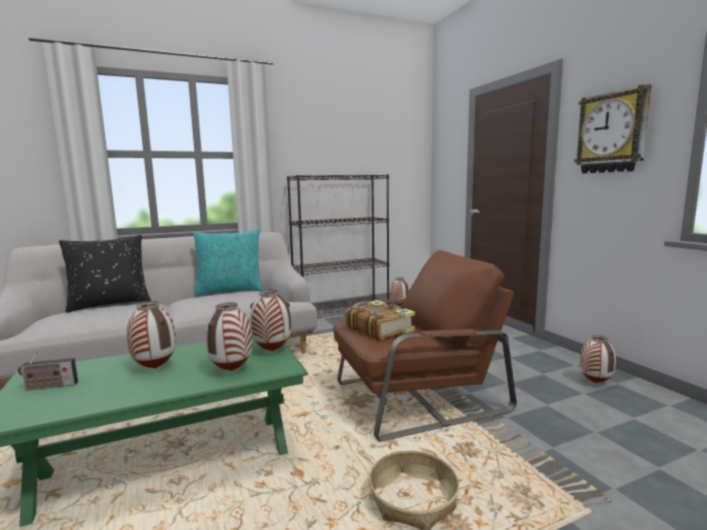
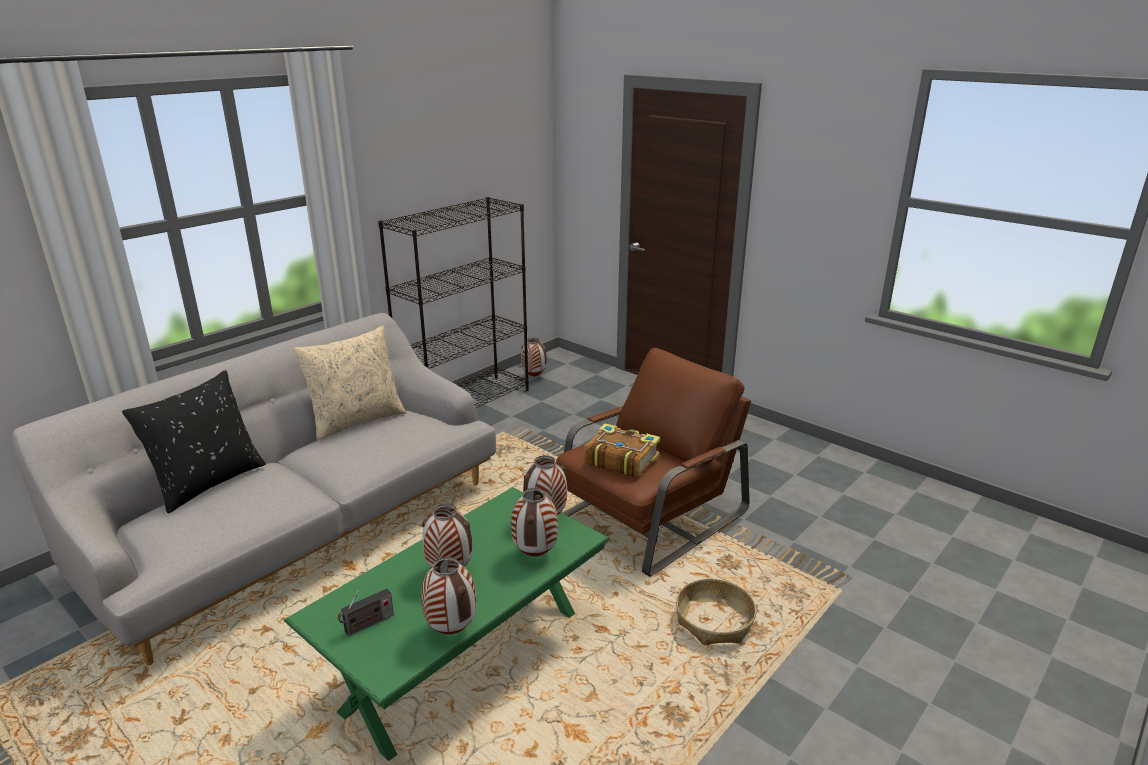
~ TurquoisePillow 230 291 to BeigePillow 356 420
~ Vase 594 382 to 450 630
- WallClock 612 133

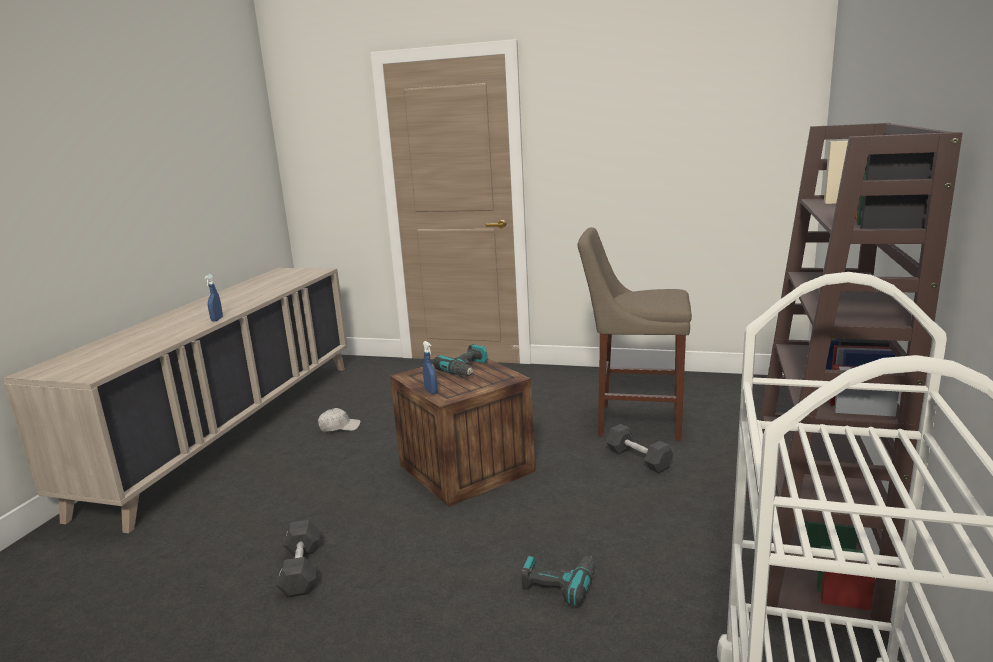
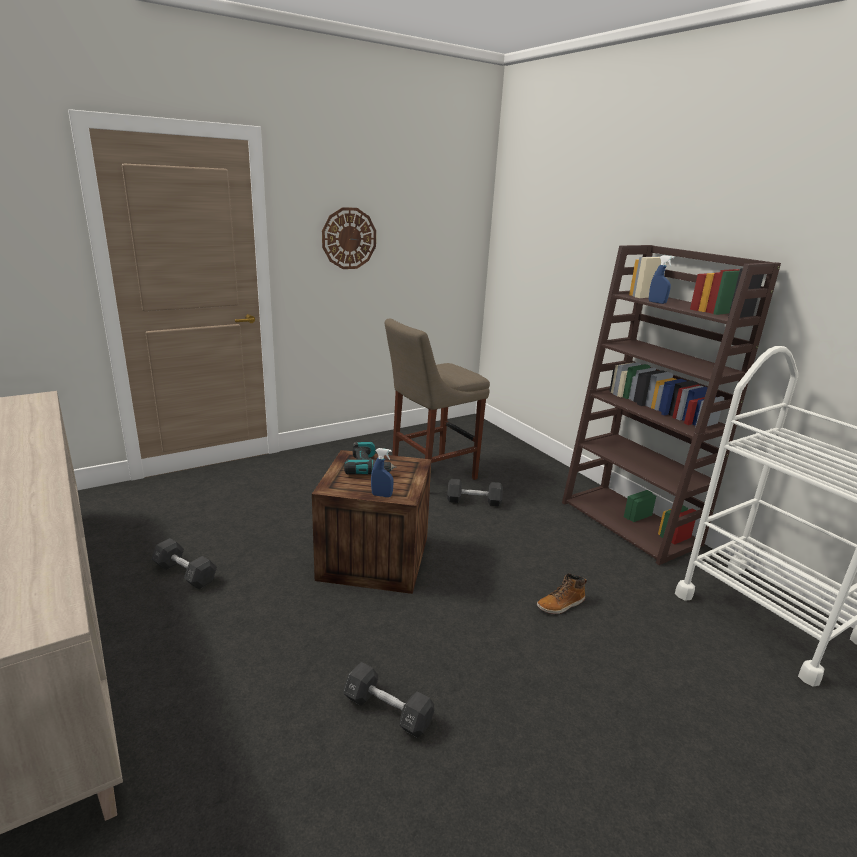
~ WhiteCap 339 427 to GreyDumbbell 185 573
+ WallClock 349 238
~ PowerDrill 559 583 to Boot 561 604
~ BlueSprayBottle 217 319 to 657 302

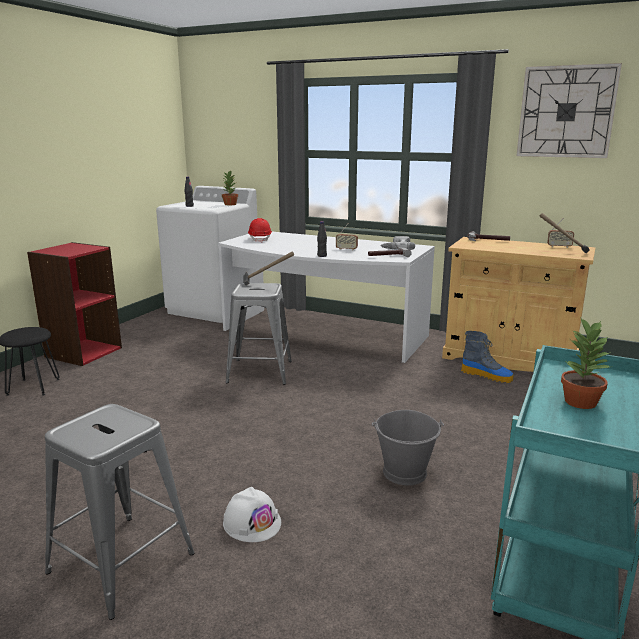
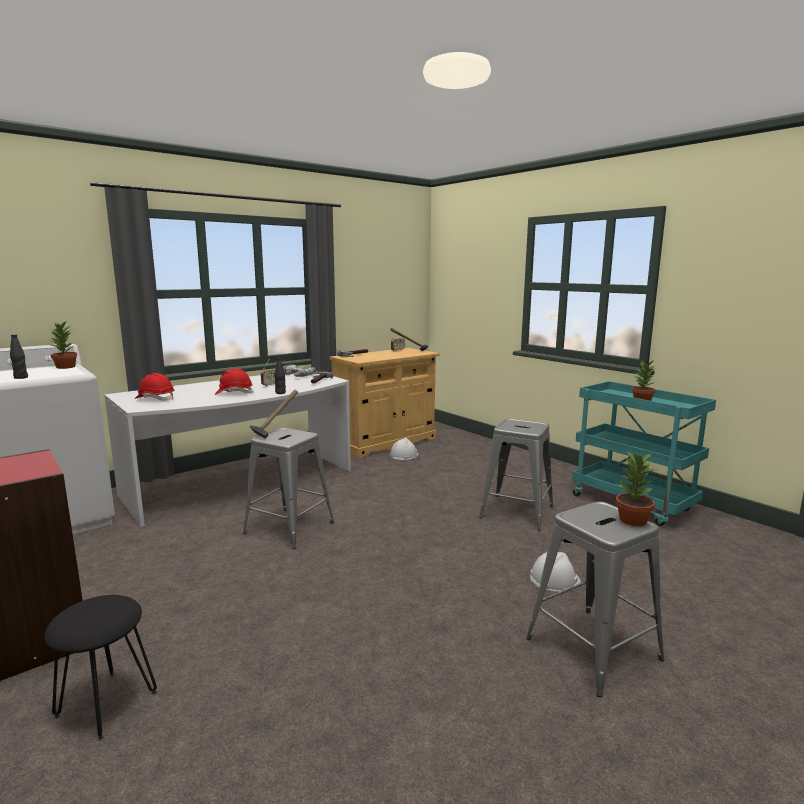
+ RedHardHat 234 393
~ Boot 487 375 to WhiteHardHat 404 455
~ GreyBucket 405 473 to GreyStool 516 512
+ PottedPlant 632 520
- WallClock 566 112

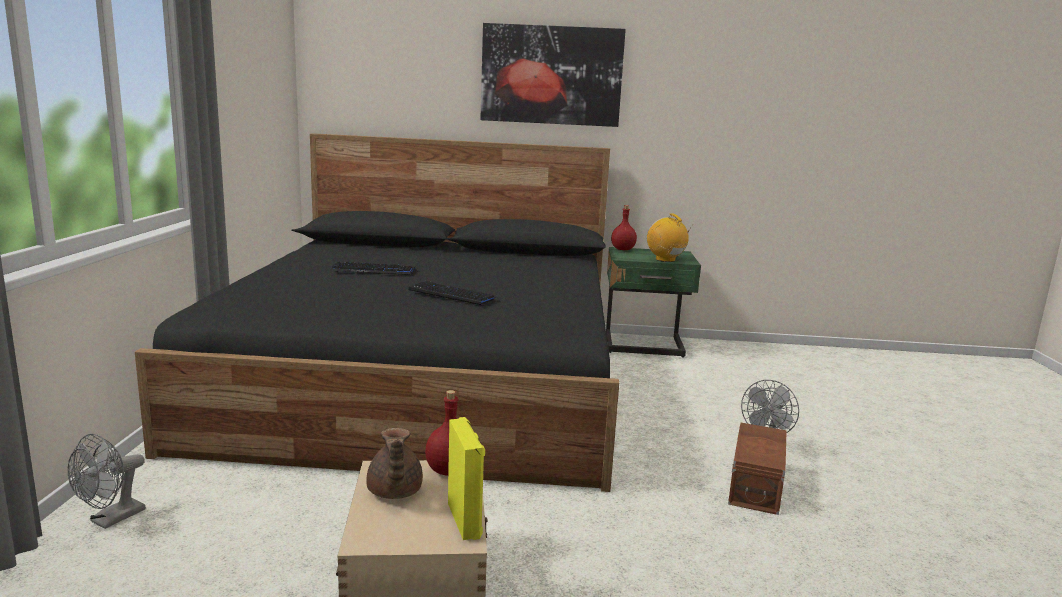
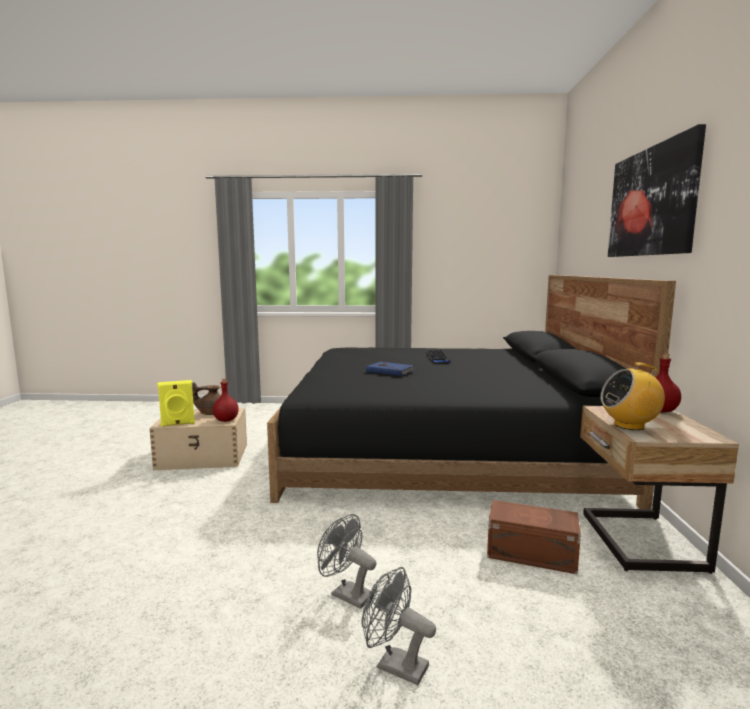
~ GreyFan 111 520 to 394 665
~ Keyboard 452 294 to BlueBook 390 370
~ BrownStorageBox 757 486 to 532 554
~ GreenNightstand 644 346 to BeigeNightstand 638 542
~ Radio 665 260 = 629 425 150 degrees counterclockwise

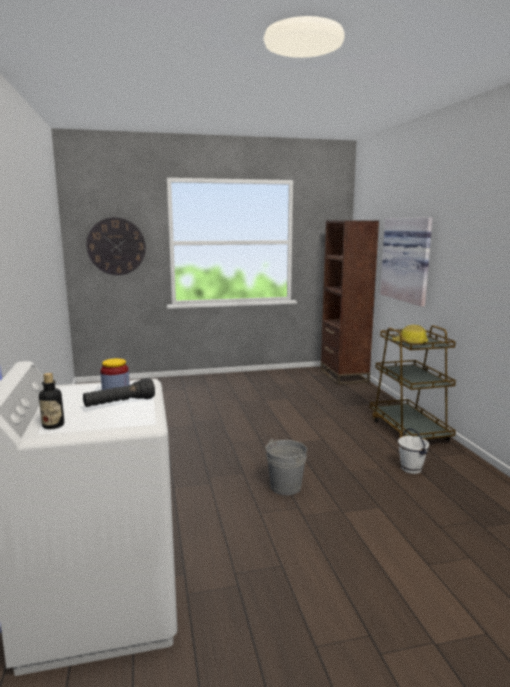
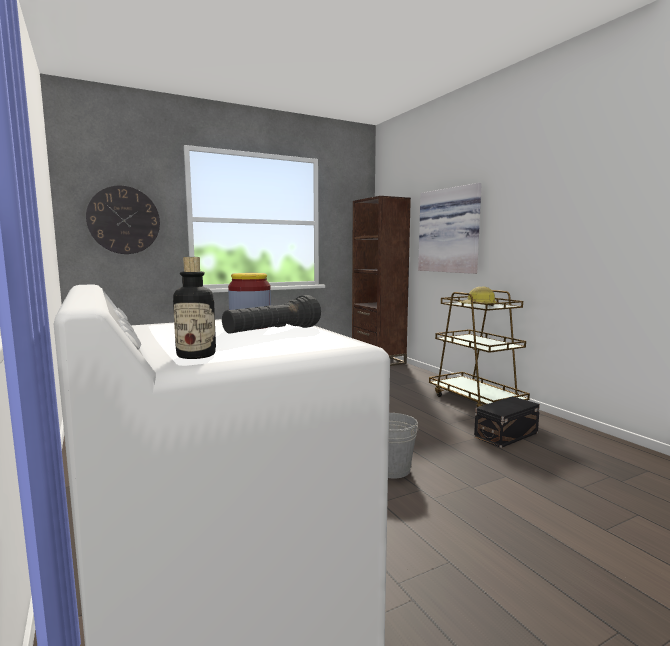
~ WhiteBucket 411 469 to BlackStorageBox 507 435

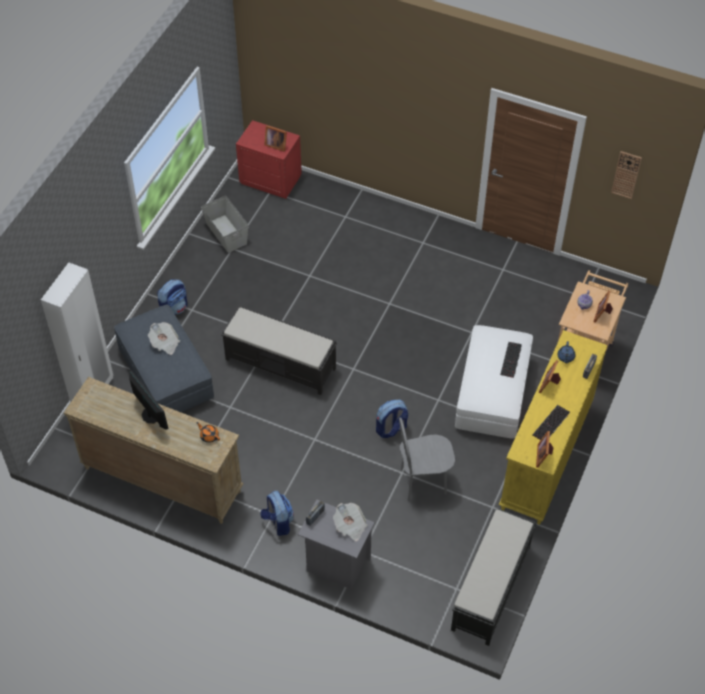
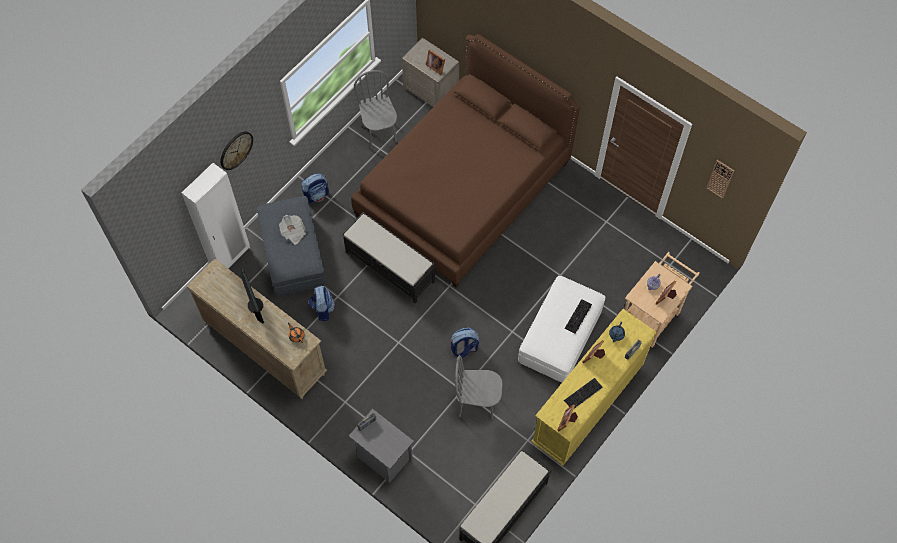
+ WallClock 236 150
~ Backpack 278 522 to 322 309
+ BrownBed 463 188
~ GreyStorageBox 226 233 to GreyChair 379 133
~ RedNightstand 271 180 to BeigeNightstand 431 90
- Newspaper 350 526

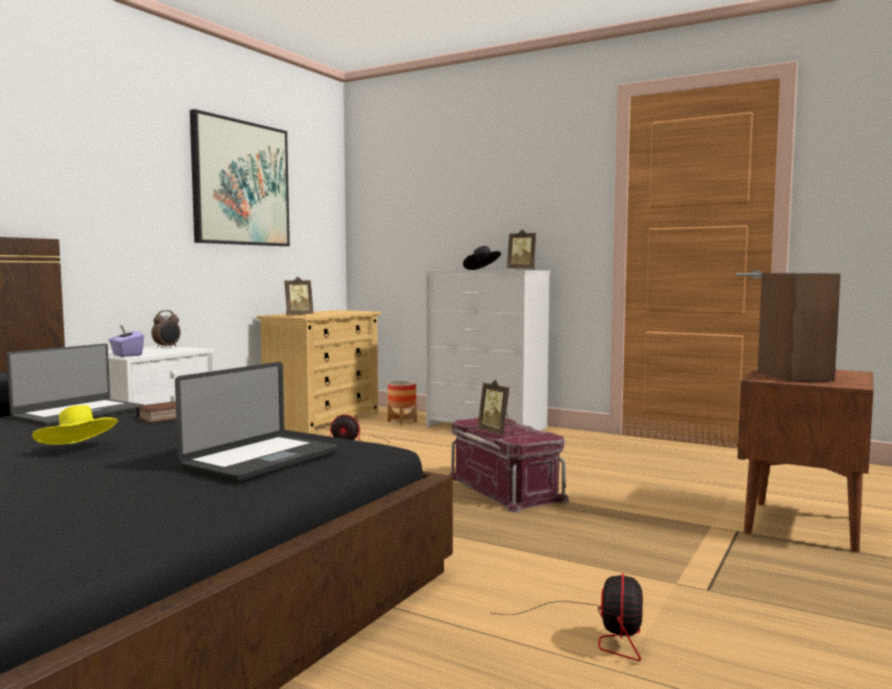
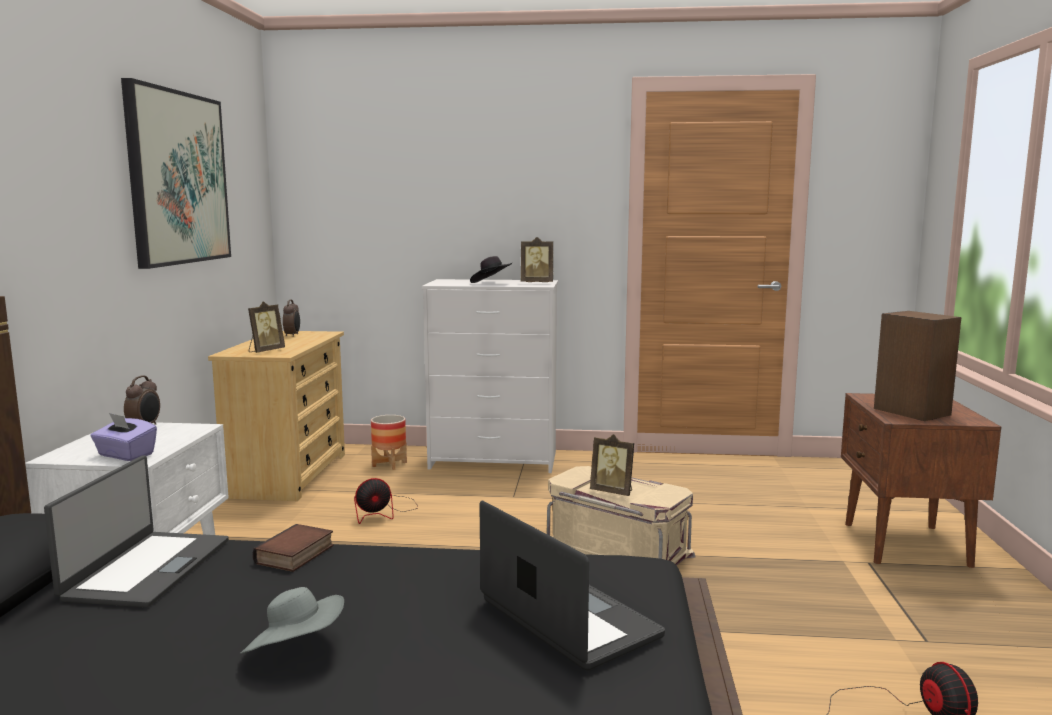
~ YellowHat 78 449 to GreyHat 296 650
+ AlarmClock 292 335
~ Laptop 262 460 = 568 619 45 degrees counterclockwise
~ RedStorageBox 506 489 to BeigeStorageBox 618 548

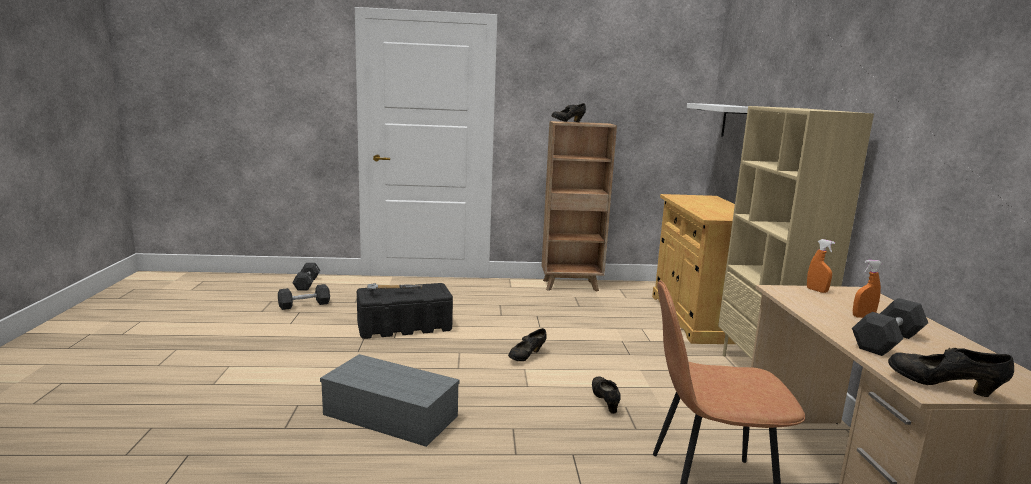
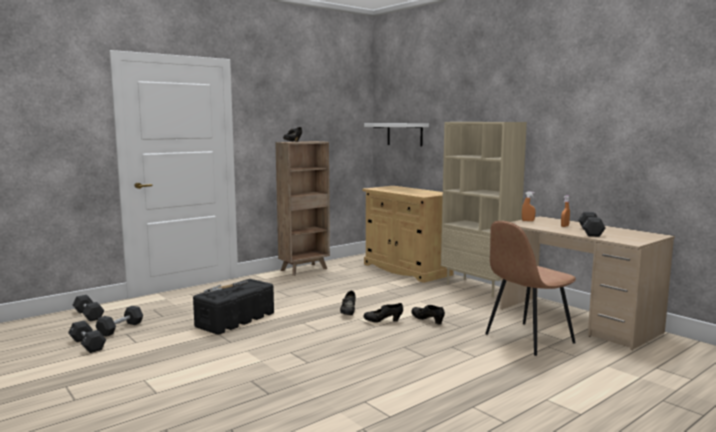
+ BlackDumbbell 87 345
~ BlackShoe 942 387 to 383 321
- GreyStorageBox 393 415

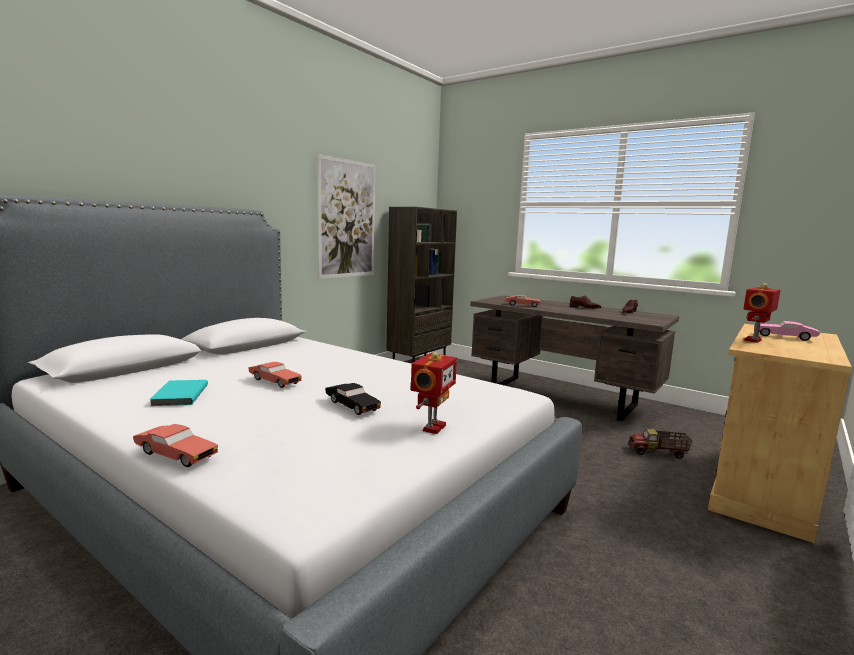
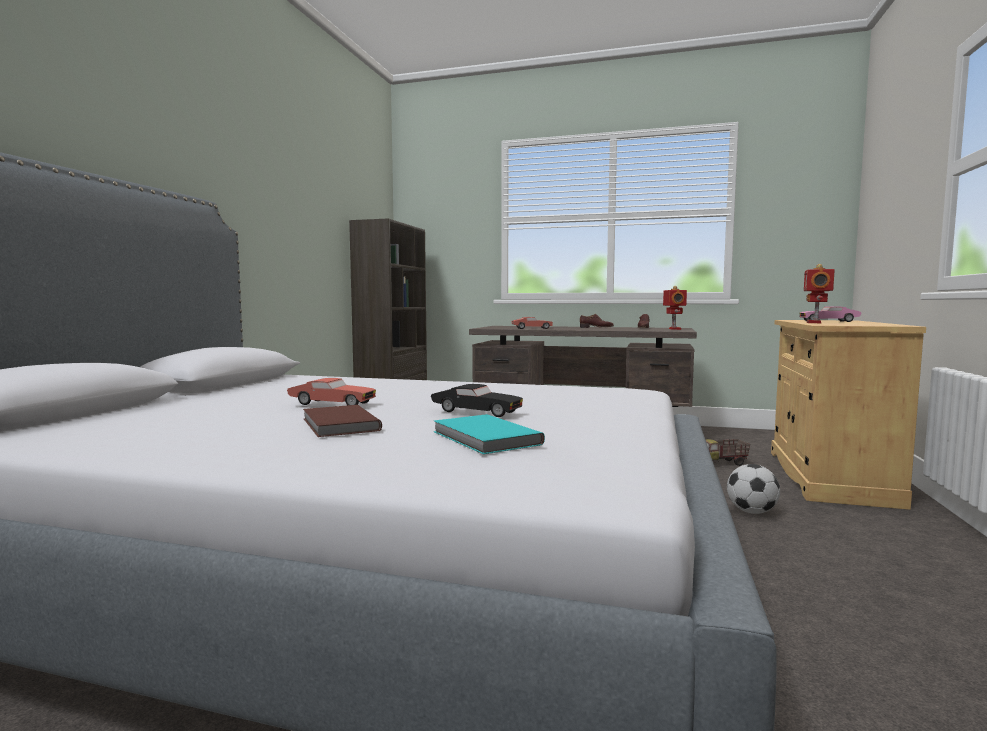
+ BrownBook 338 425
~ TurquoiseBook 178 395 to 484 438
~ ToyRobot 432 427 to 673 329
+ Football 751 512
- RedToyCar 175 455
- Picture 347 219

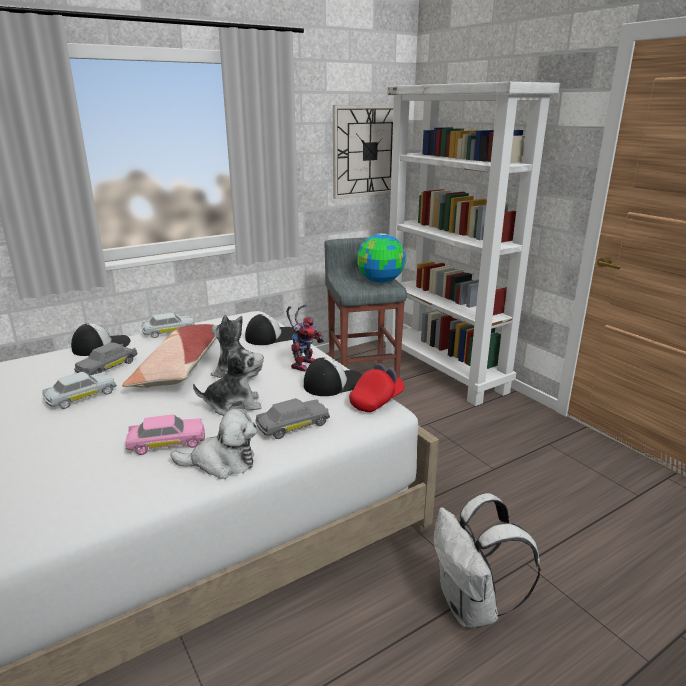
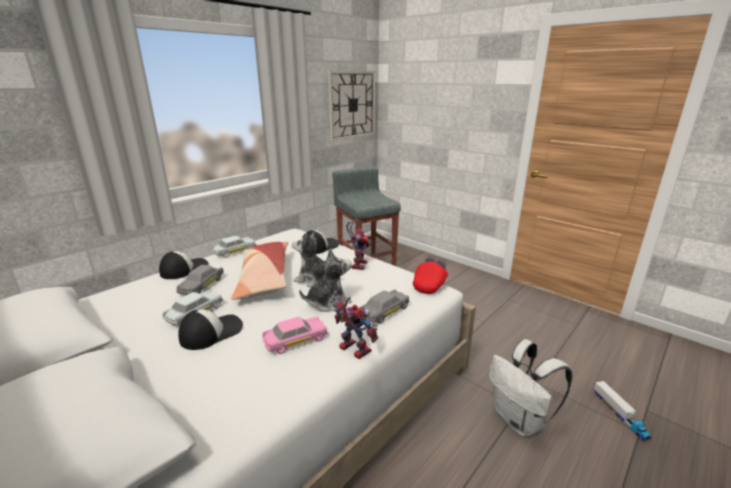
~ Cap 334 383 to 211 332
~ PlushToy 221 463 to ToyRobot 351 349
+ ToyTruck 619 414
- Globe 381 281
- WhiteBookcase 445 372

